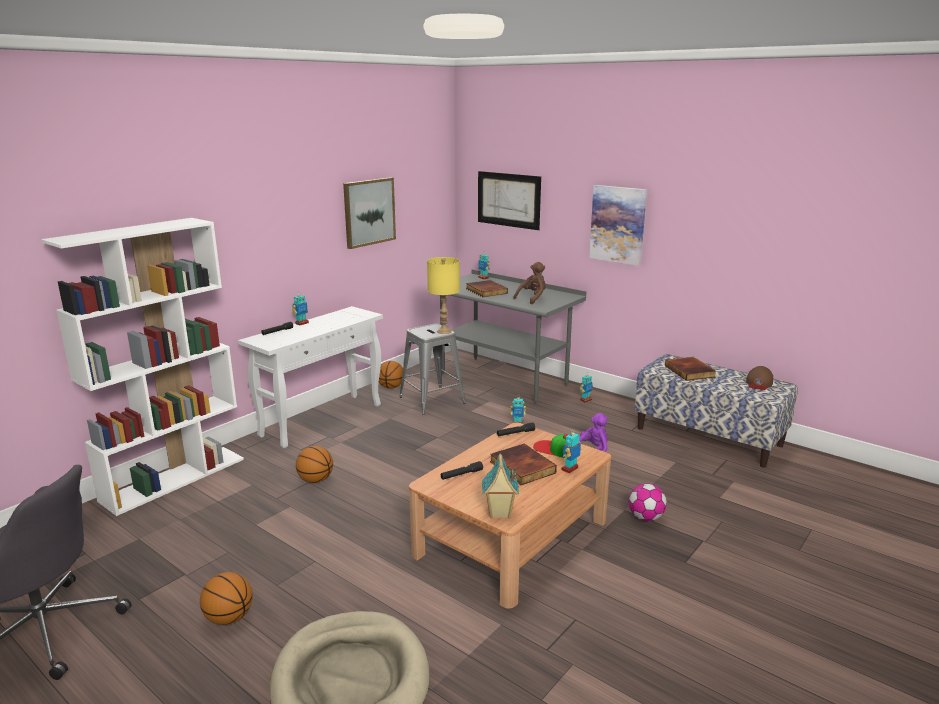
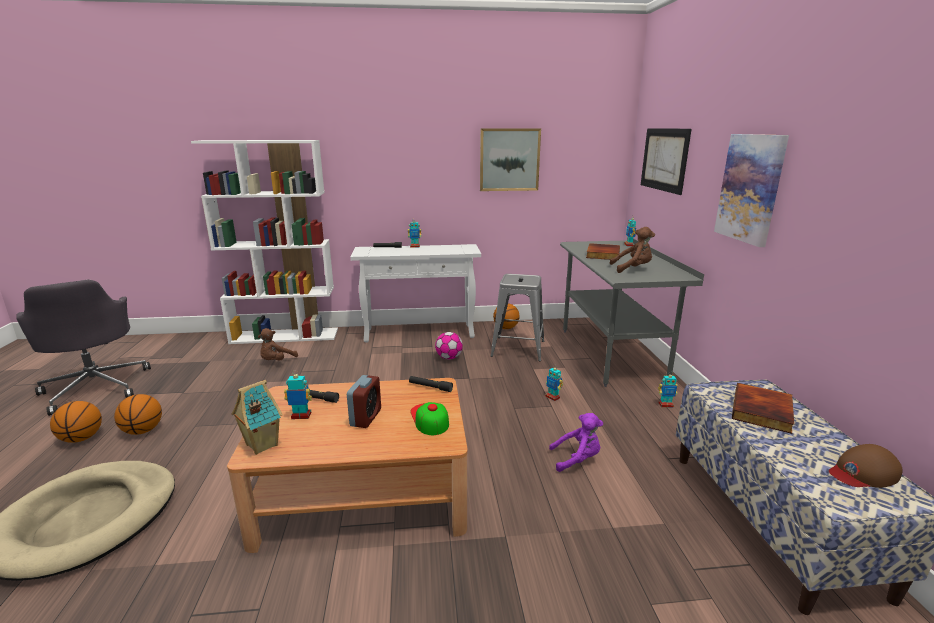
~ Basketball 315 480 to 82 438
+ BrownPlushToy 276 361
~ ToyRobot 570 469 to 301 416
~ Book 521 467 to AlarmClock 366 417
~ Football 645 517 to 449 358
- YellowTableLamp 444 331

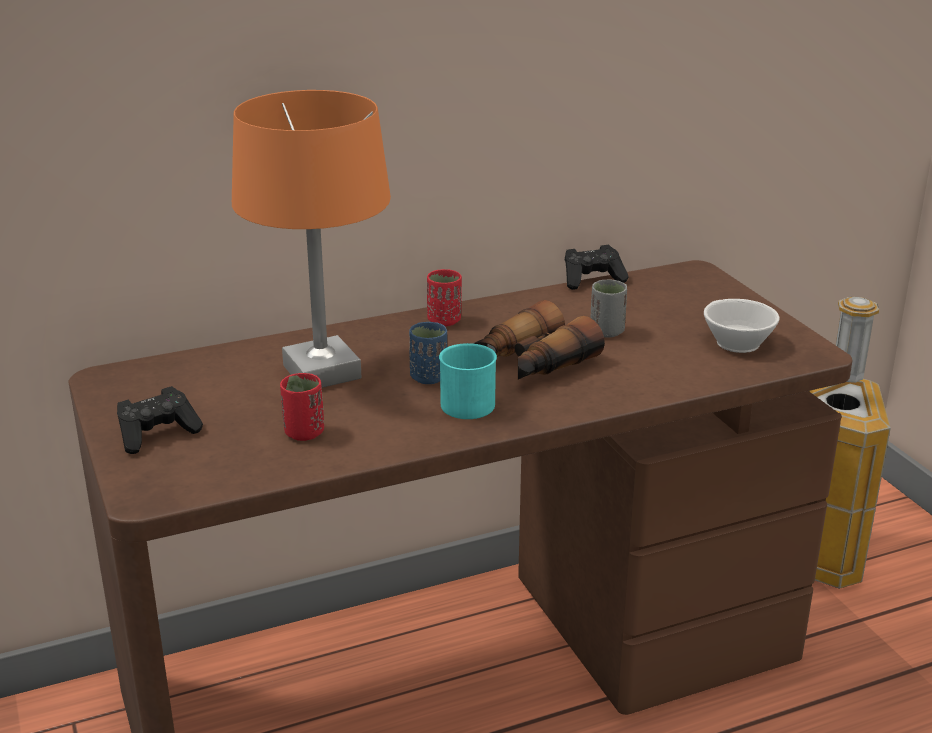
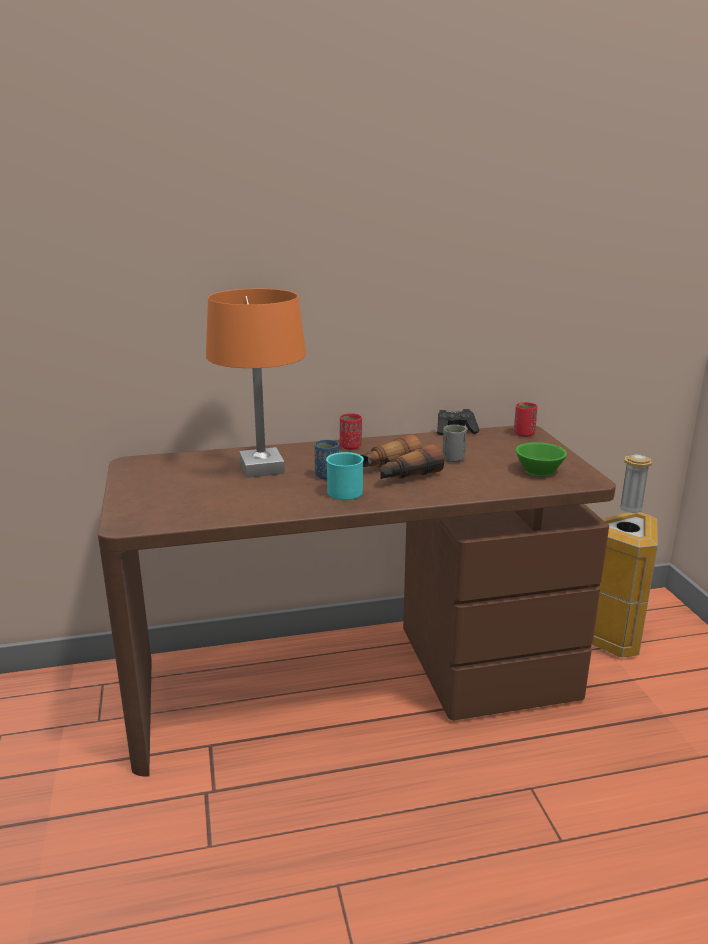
~ RedCup 304 433 to 524 434
~ WhiteCup 734 342 to GreenCup 536 470
- BlackGameController 157 434

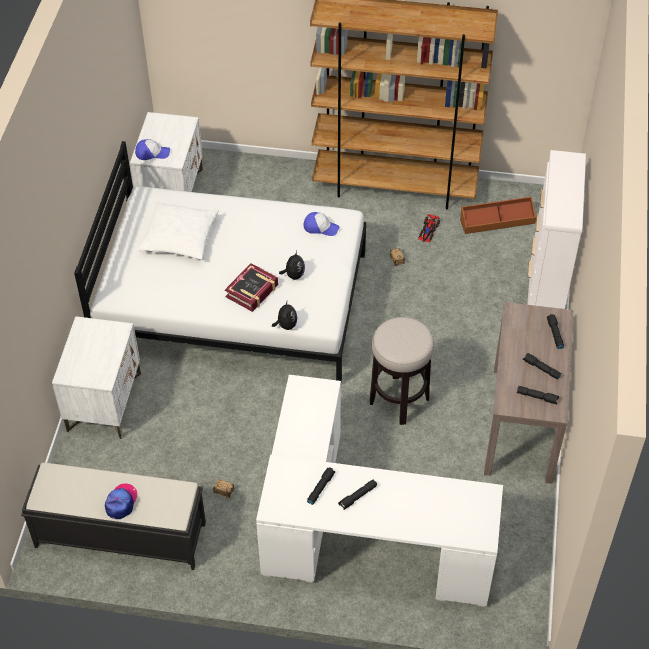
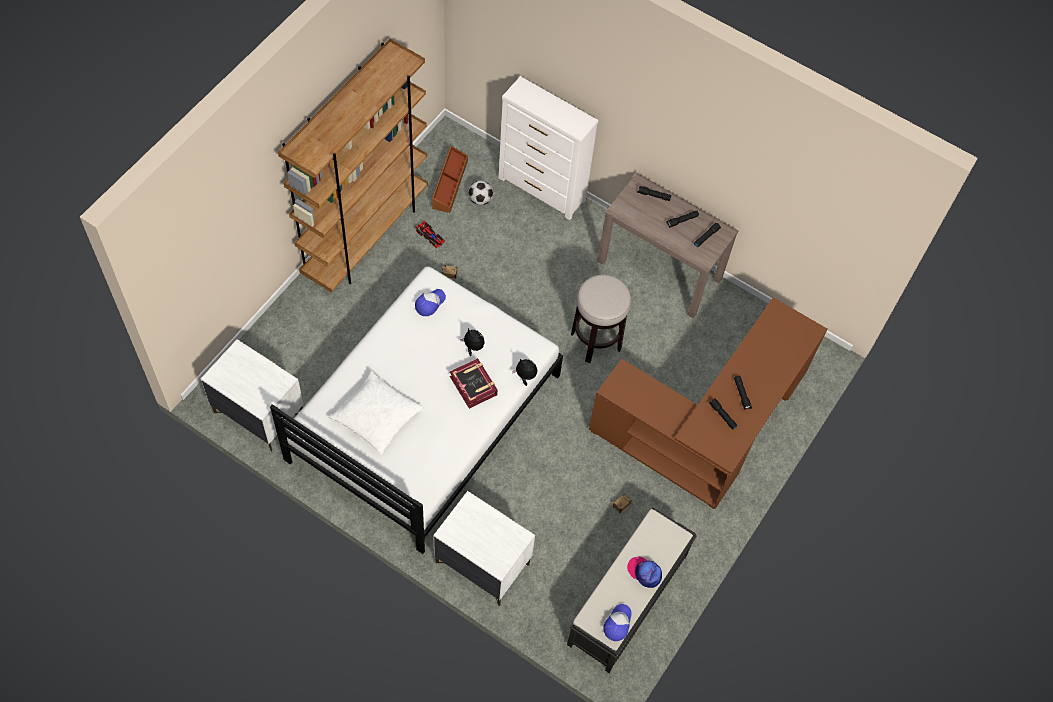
+ Football 480 199
~ WhiteDesk 357 537 to BrownDesk 708 428
~ Cap 152 153 to 617 623

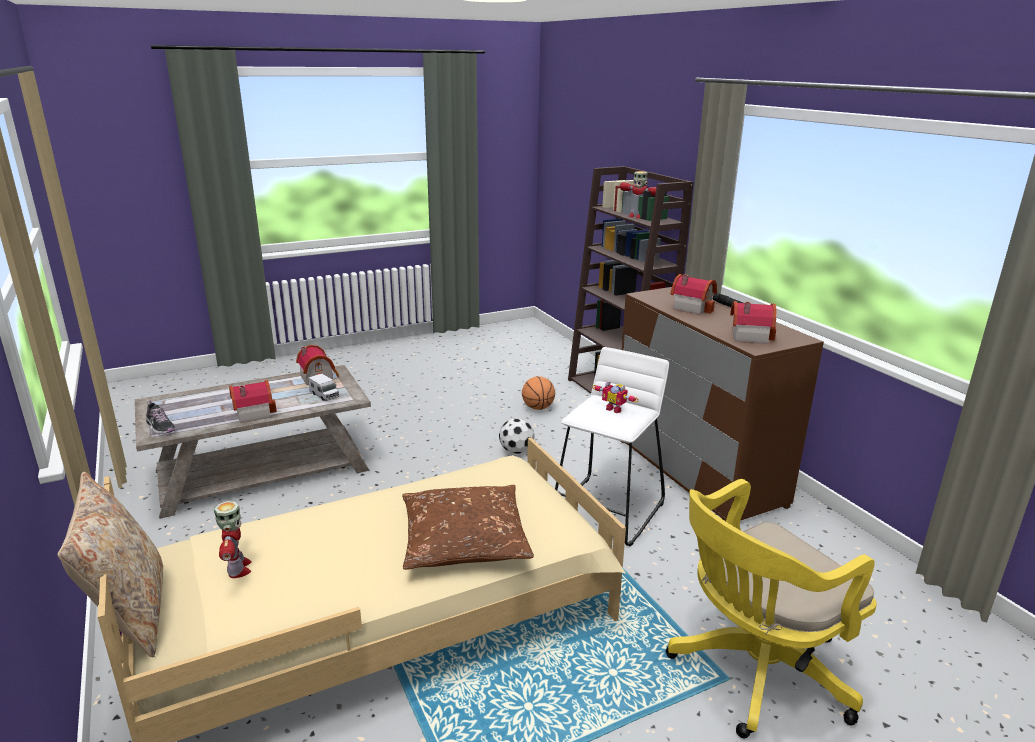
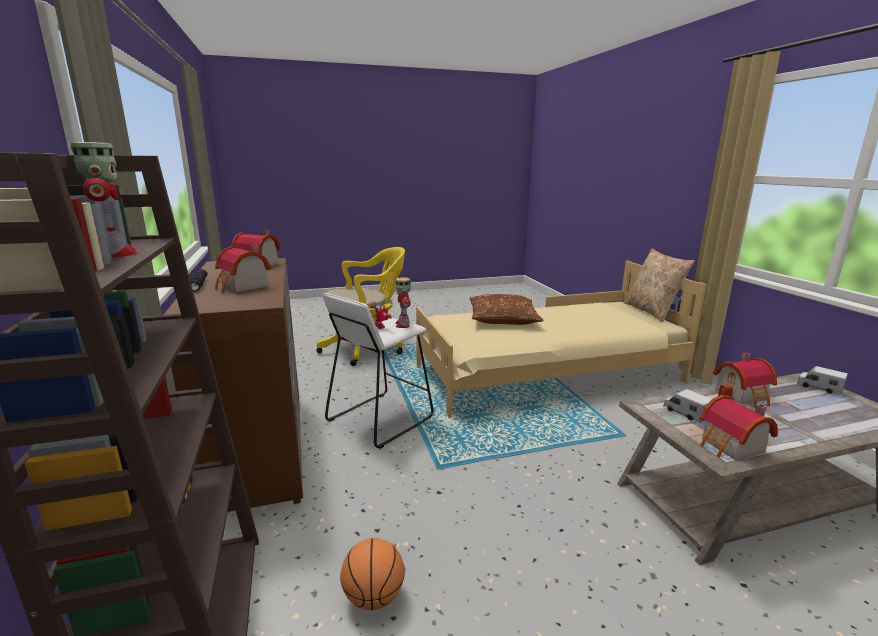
~ ToyRobot 238 569 to 403 324
~ Shoe 160 427 to ToyTruck 819 388
- Football 516 450

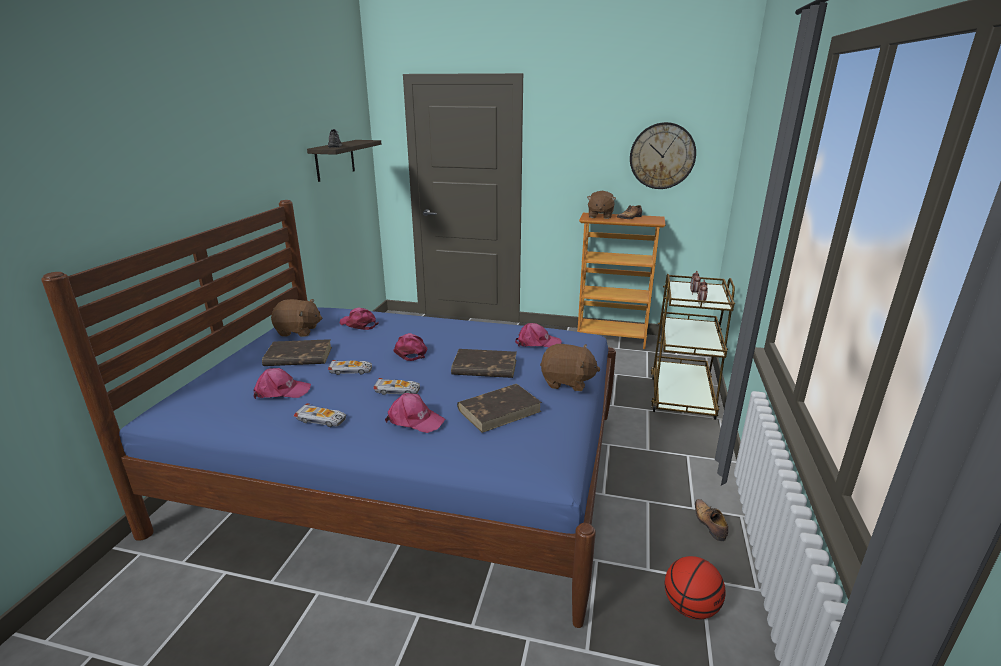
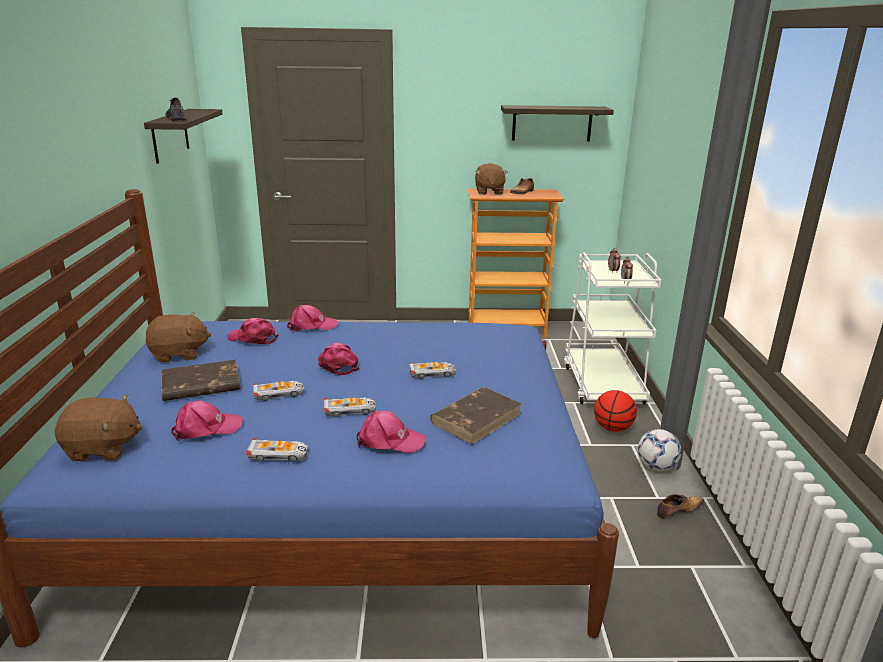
~ BrownPlushToy 567 382 to 103 448
~ PinkCap 537 343 to 311 326
~ BrownBook 484 367 to ToyCar 432 373
~ WallClock 662 156 to Shelf 552 123
~ BrownCart 681 396 to WhiteCart 602 384
~ Basketball 690 607 to 612 428
+ Football 656 467
~ Shoe 709 523 = 678 510 90 degrees clockwise

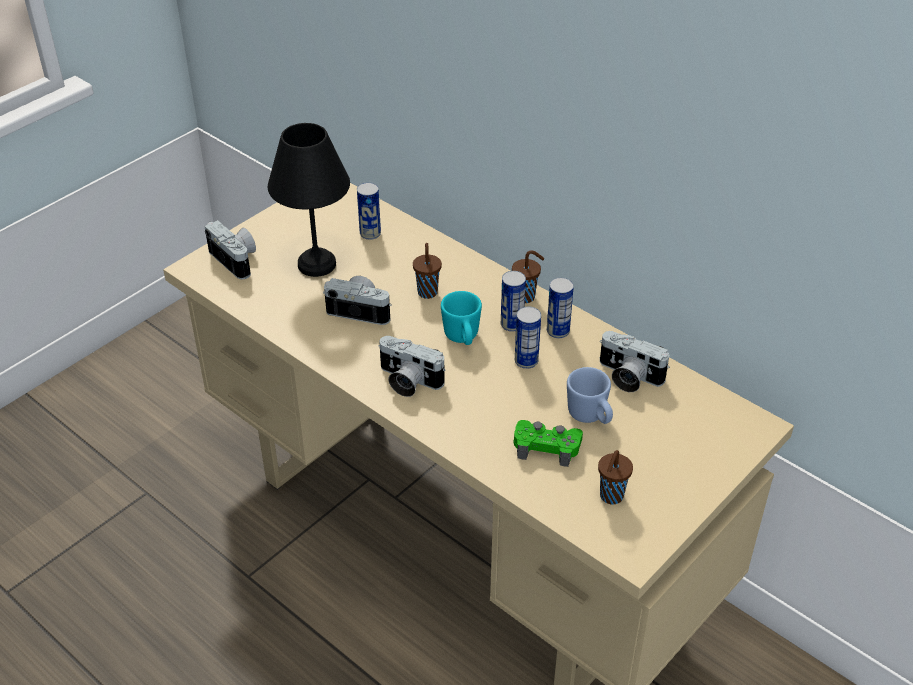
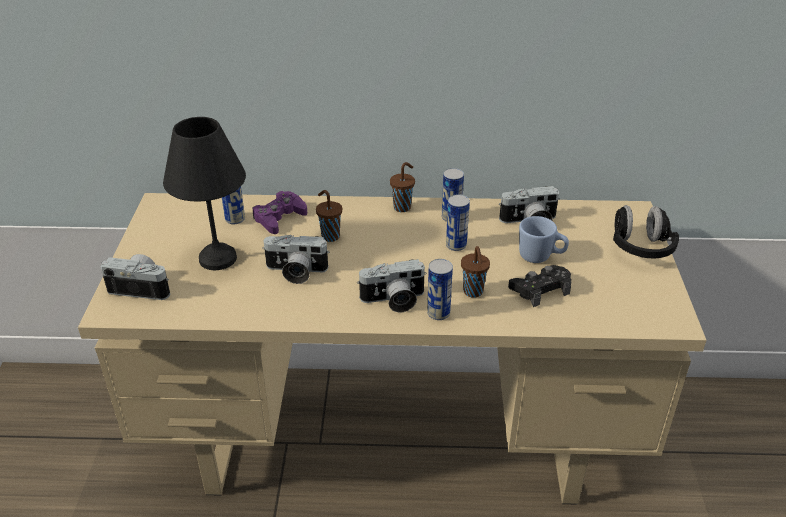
+ PurpleGameController 279 218
~ PhotoCamera 361 310 = 295 272 150 degrees counterclockwise
~ Can 512 324 to 438 313
~ BrownCup 610 497 to 473 292
~ GreenGameController 546 447 to BlackGameController 540 290
+ BlackHeadphones 640 247
- TurquoiseMug 462 338

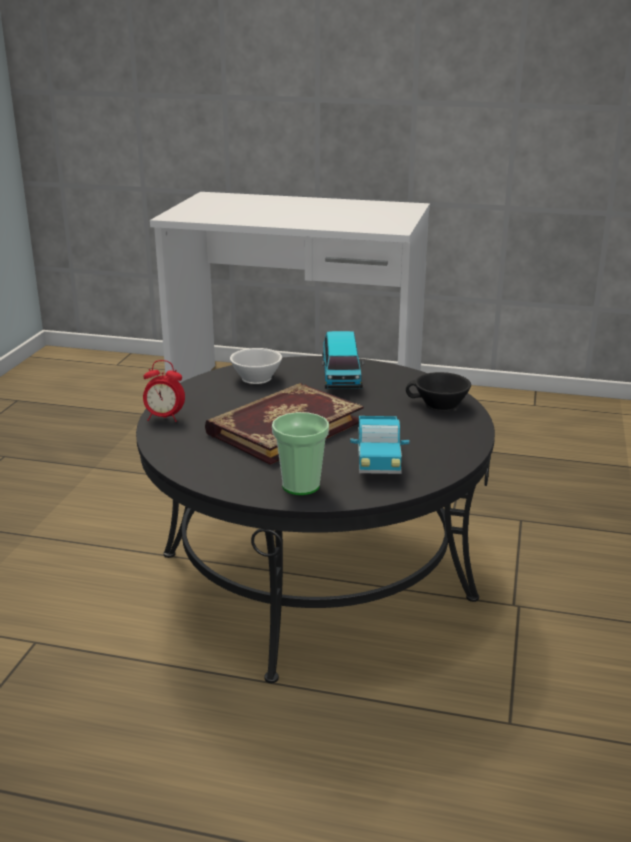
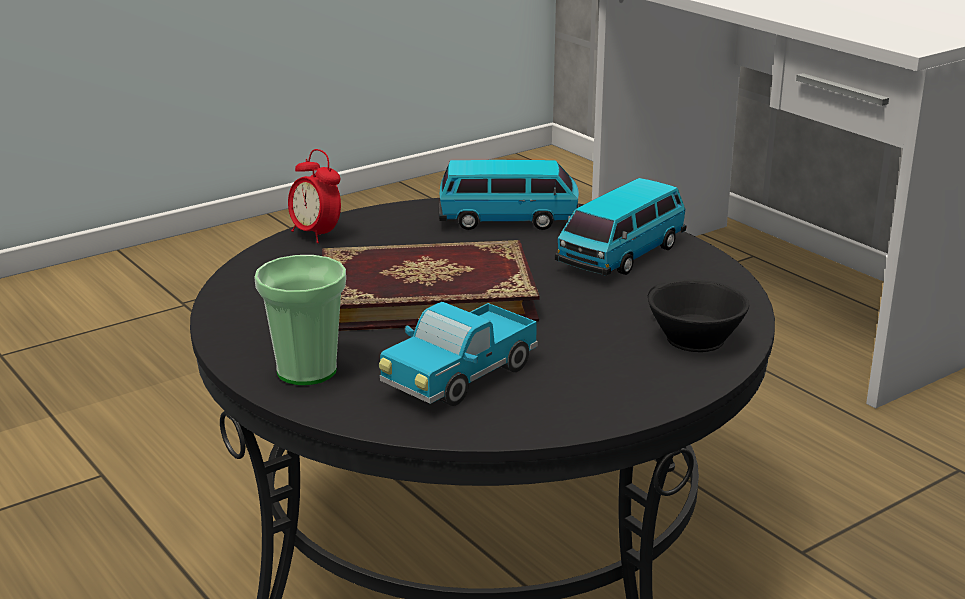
~ WhiteCup 254 377 to ToyCar 508 220

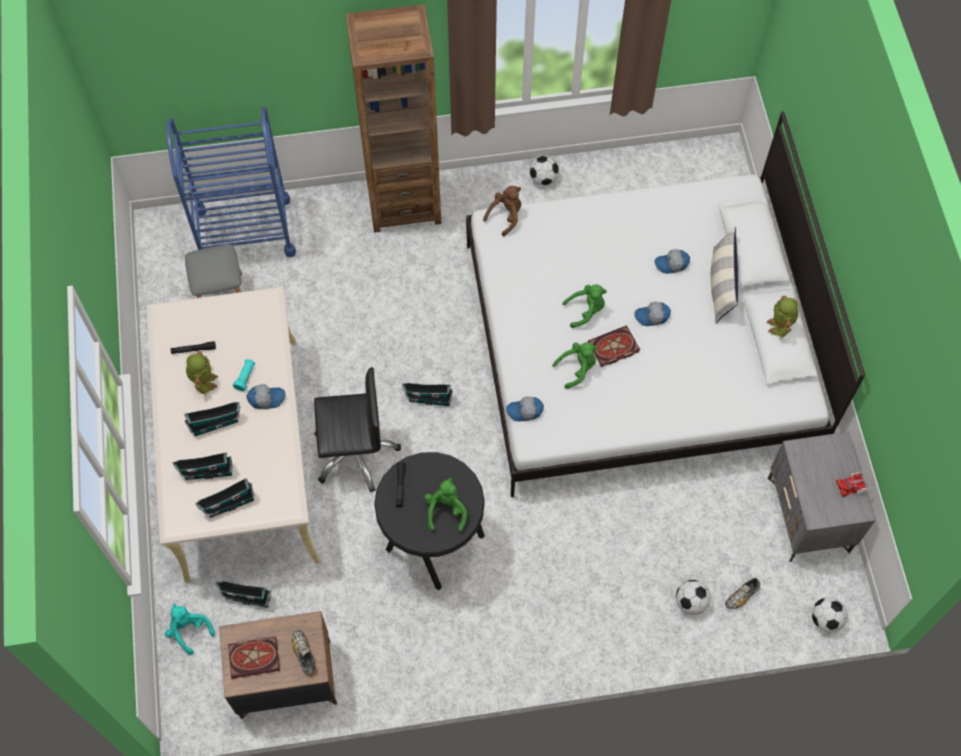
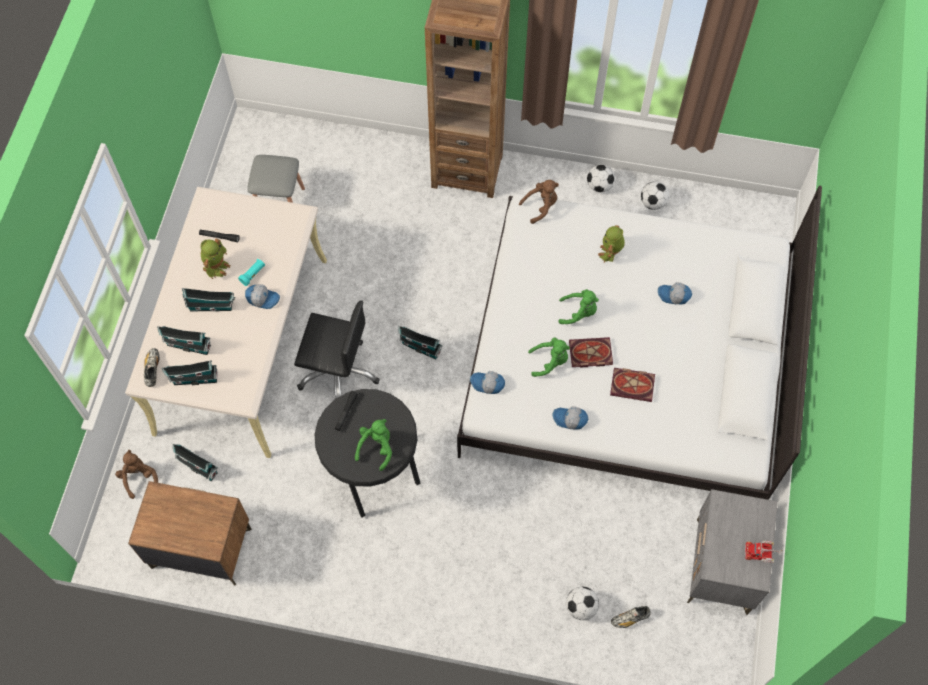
~ TurquoisePlushToy 189 630 to BrownPlushToy 139 477
~ Shoe 304 654 to 152 369
~ Cap 652 317 to 570 420
~ ToyRobot 780 326 to 610 253
~ Book 255 656 to 633 385
~ Football 825 619 to 653 203
- BlueCart 245 231
- Pillow 721 285

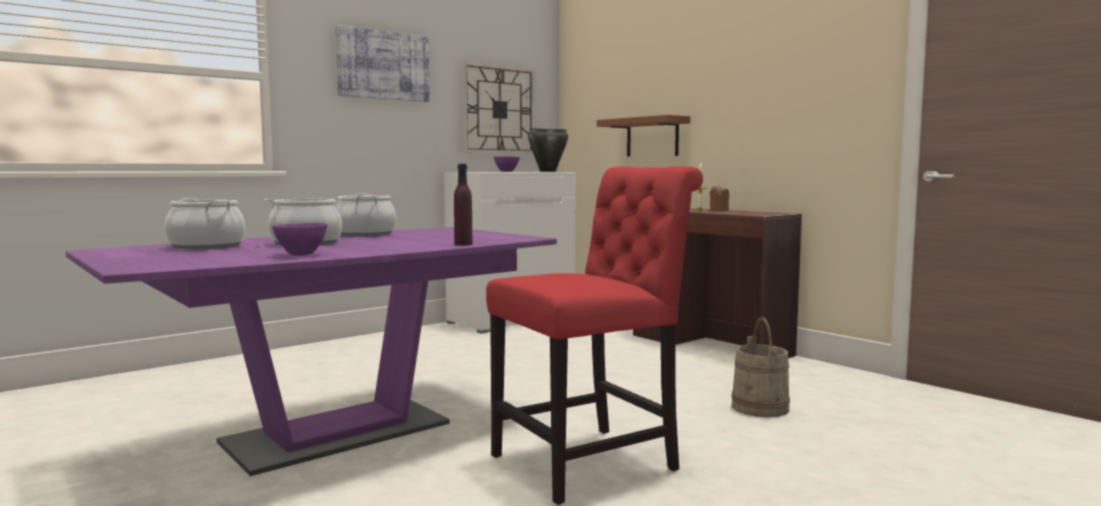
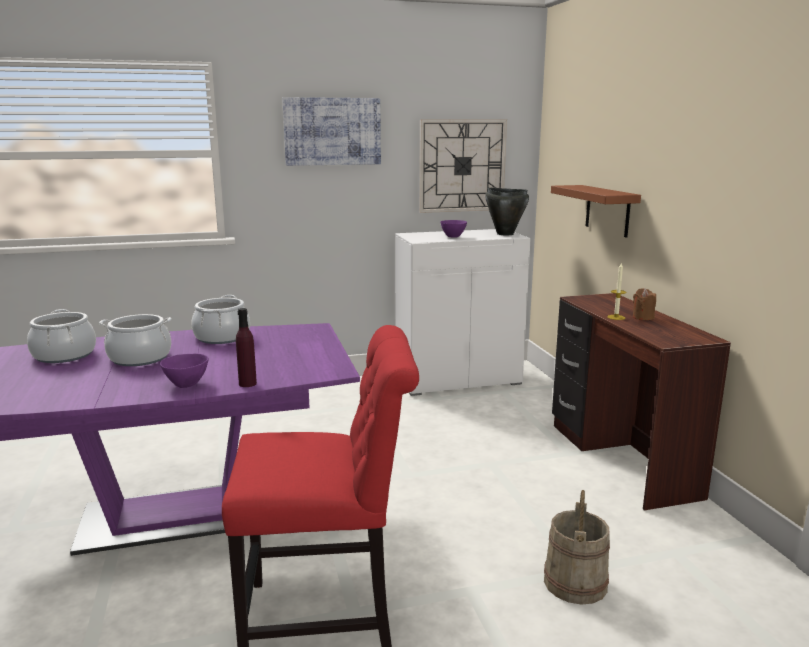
~ PurpleBowl 301 254 to 186 384

